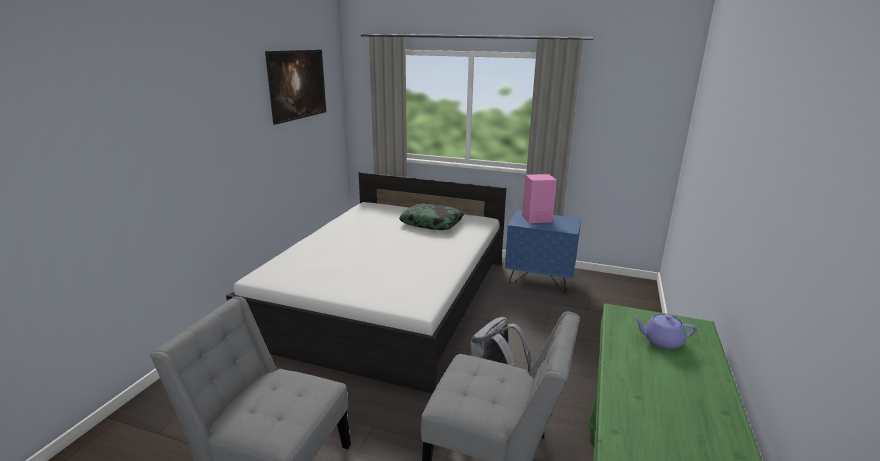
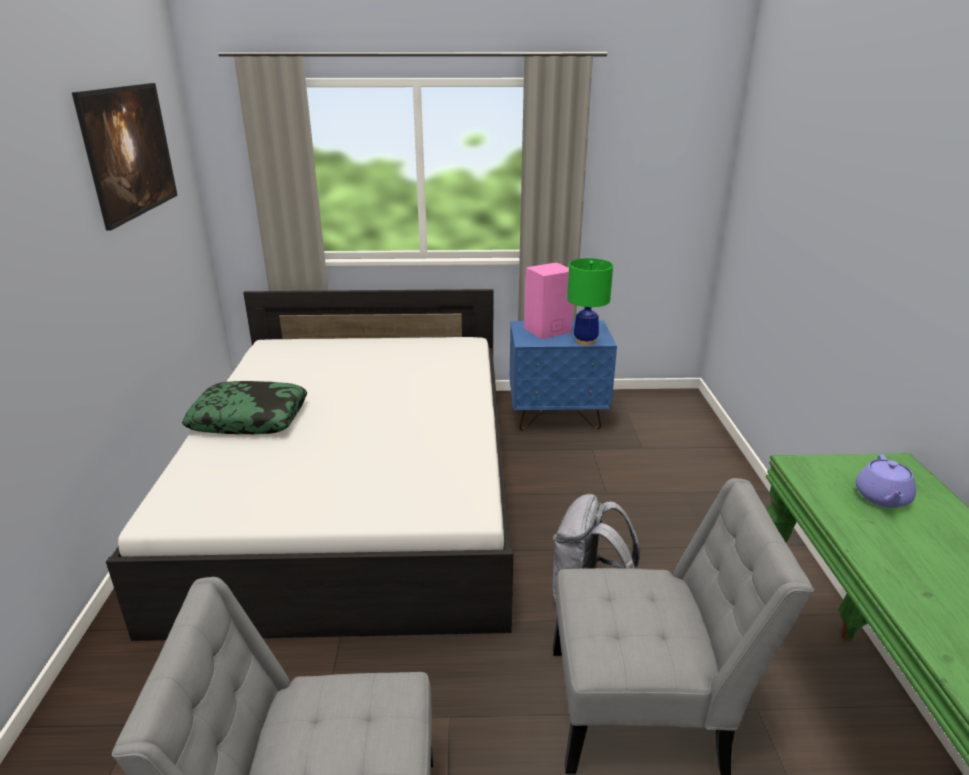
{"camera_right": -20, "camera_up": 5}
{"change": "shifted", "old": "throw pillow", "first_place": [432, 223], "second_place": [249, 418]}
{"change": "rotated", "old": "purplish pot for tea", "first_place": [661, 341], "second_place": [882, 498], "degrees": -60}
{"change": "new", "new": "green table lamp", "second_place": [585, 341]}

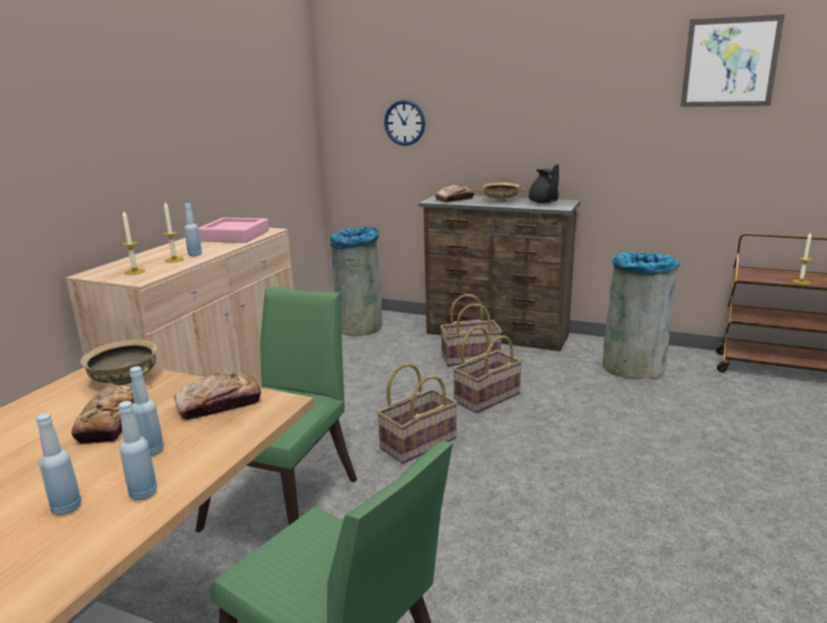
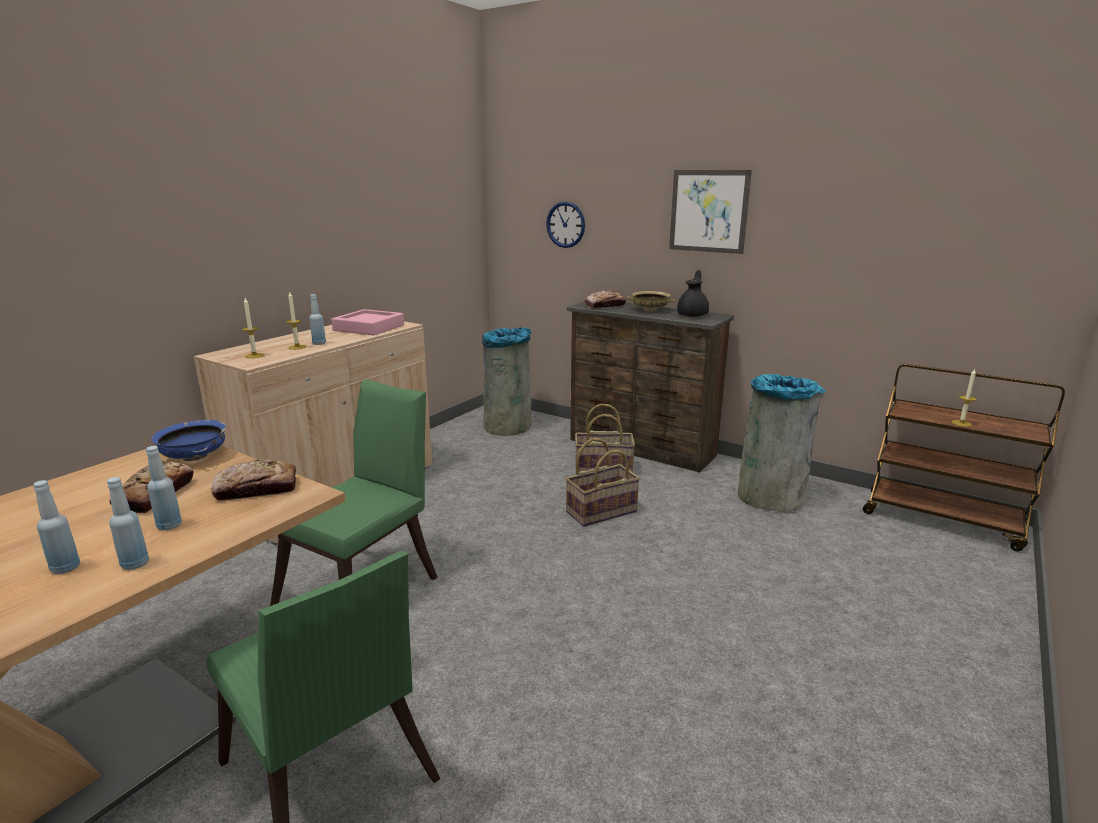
{"camera_right": 10, "camera_up": 0}
{"change": "repainted", "old": "beige-coloured bowl", "new": "bluish bowl", "first_place": [125, 380], "second_place": [195, 457]}
{"change": "gone", "old": "basket", "first_place": [418, 443]}
{"change": "rotated", "old": "blackish pot for tea", "first_place": [544, 202], "second_place": [693, 315], "degrees": -150}
{"change": "shifted", "old": "picture", "first_place": [730, 62], "second_place": [708, 211]}

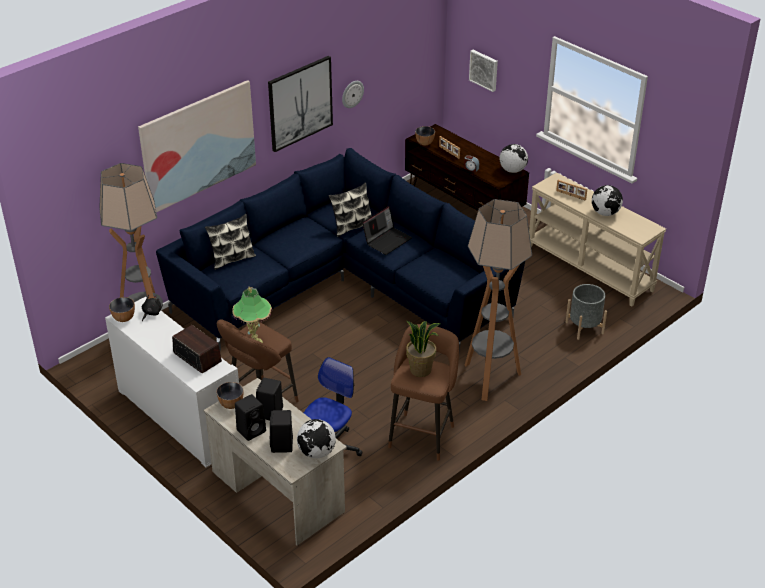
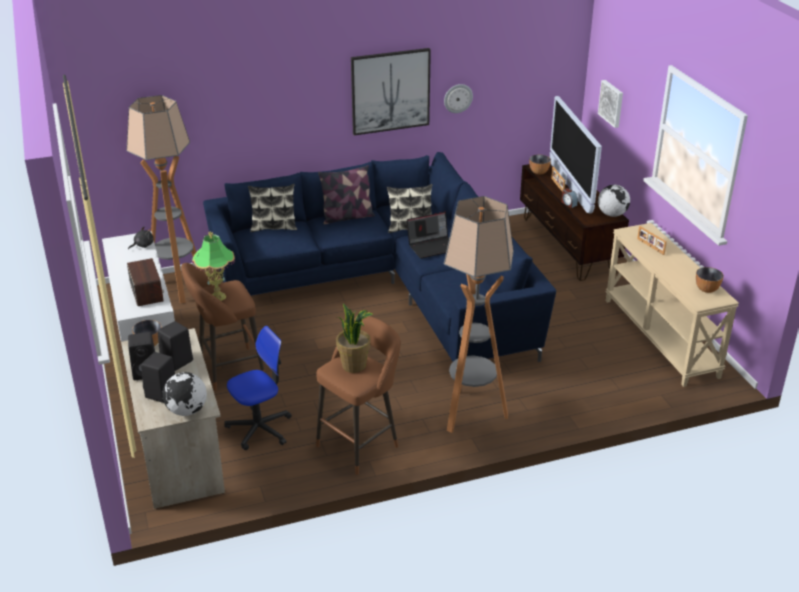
{"camera_right": 25, "camera_up": -5}
{"change": "shifted", "old": "bowl", "first_place": [124, 318], "second_place": [707, 289]}
{"change": "gone", "old": "picture", "first_place": [198, 145]}
{"change": "gone", "old": "greyish plant pot", "first_place": [584, 328]}
{"change": "gone", "old": "globe", "first_place": [605, 213]}
{"change": "new", "new": "throw pillow", "second_place": [347, 217]}
{"change": "new", "new": "TV", "second_place": [570, 188]}

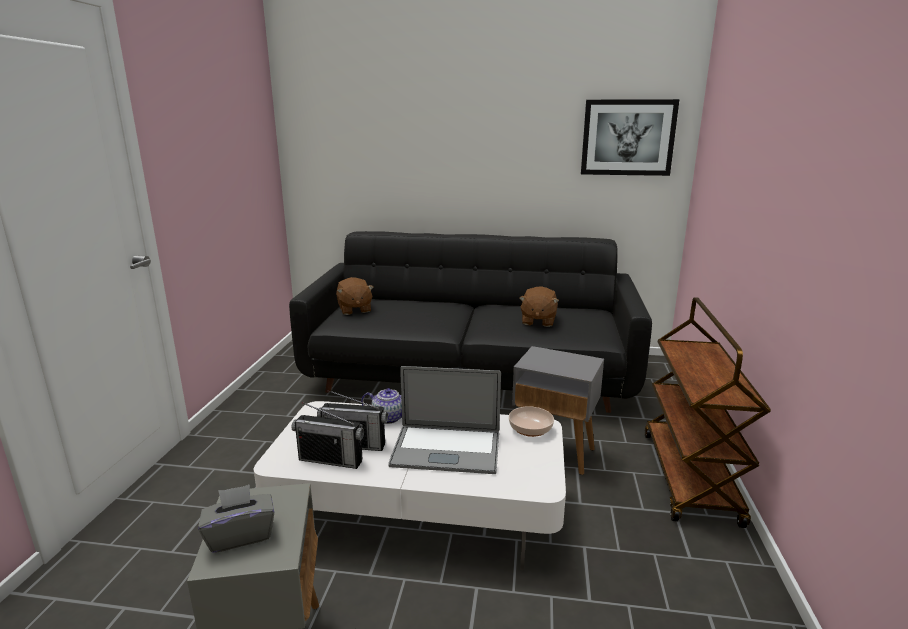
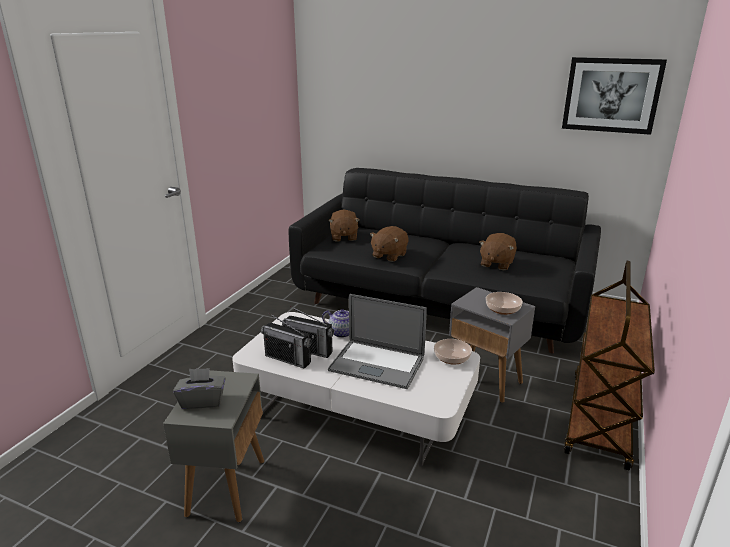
{"camera_right": 15, "camera_up": 5}
{"change": "new", "new": "brownish soft toy", "second_place": [389, 255]}
{"change": "new", "new": "bowl", "second_place": [502, 309]}

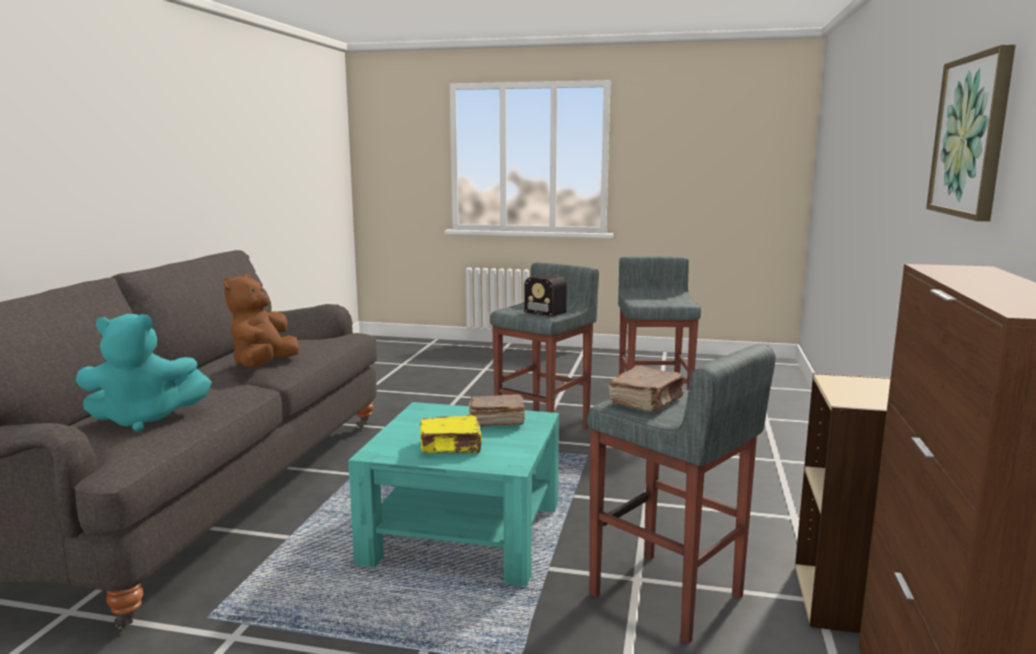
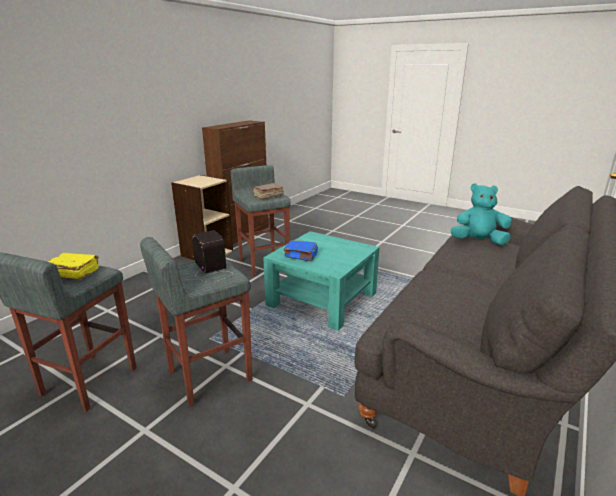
{"camera_right": -160, "camera_up": 10}
{"change": "gone", "old": "brownish soft toy", "first_place": [264, 365]}
{"change": "shifted", "old": "yellow-coloured volume", "first_place": [451, 447], "second_place": [73, 273]}
{"change": "repainted", "old": "brownish volume", "new": "bluish volume", "first_place": [495, 421], "second_place": [301, 256]}
{"change": "gone", "old": "picture", "first_place": [972, 136]}

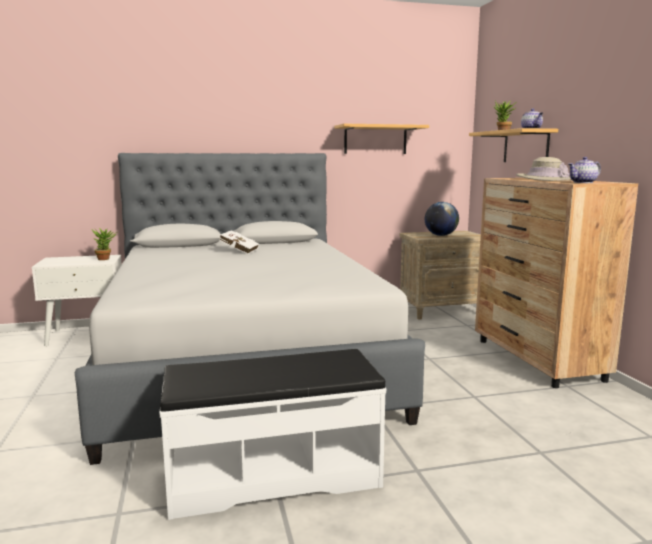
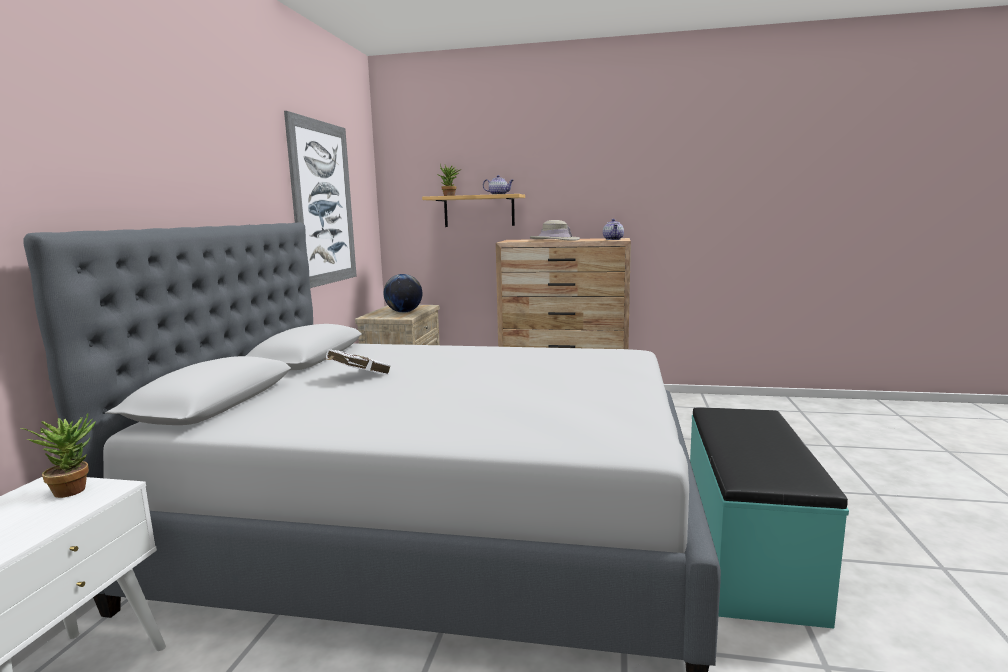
{"camera_right": -65, "camera_up": 0}
{"change": "repainted", "old": "white bench", "new": "turquoise-coloured bench", "first_place": [273, 475], "second_place": [745, 551]}
{"change": "swapped", "old": "shelf", "new": "picture", "first_place": [375, 140], "second_place": [323, 203]}

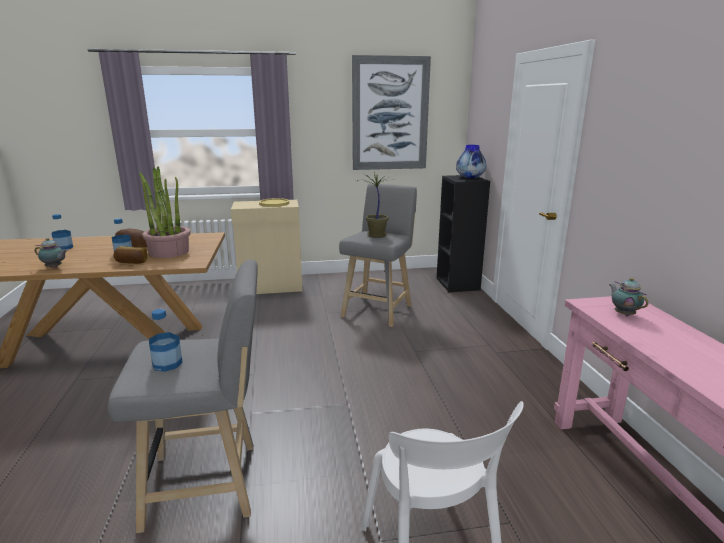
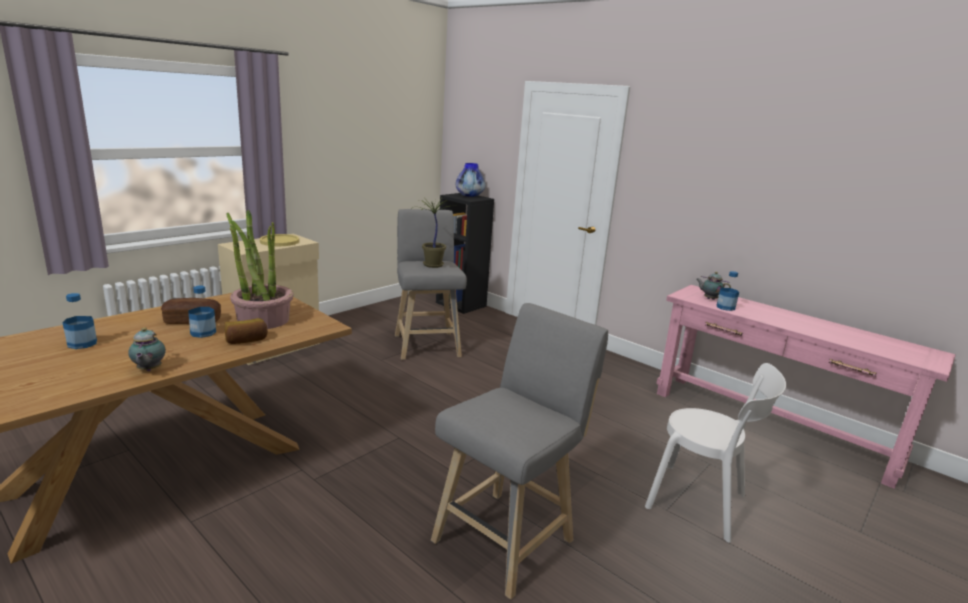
{"camera_right": -40, "camera_up": 0}
{"change": "rotated", "old": "pot for tea", "first_place": [55, 267], "second_place": [148, 370], "degrees": 105}
{"change": "shifted", "old": "beverage bottle", "first_place": [167, 364], "second_place": [725, 307]}
{"change": "gone", "old": "picture", "first_place": [390, 114]}

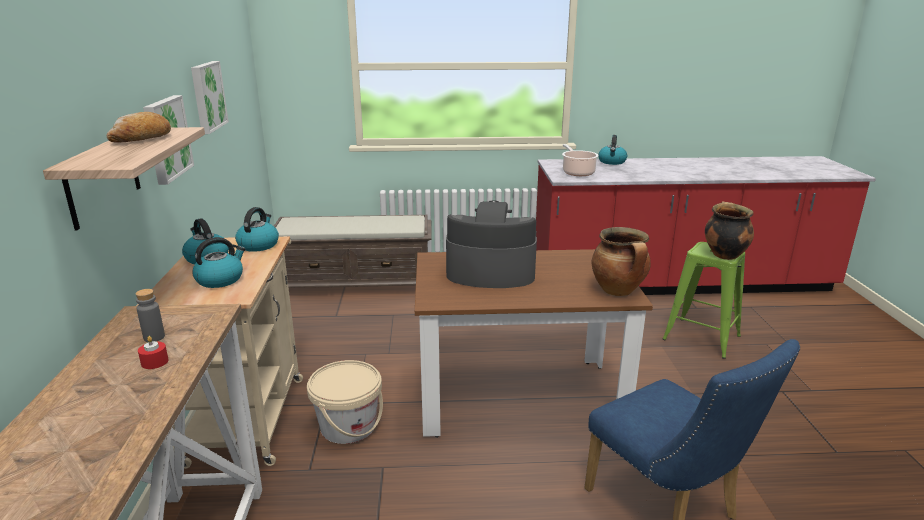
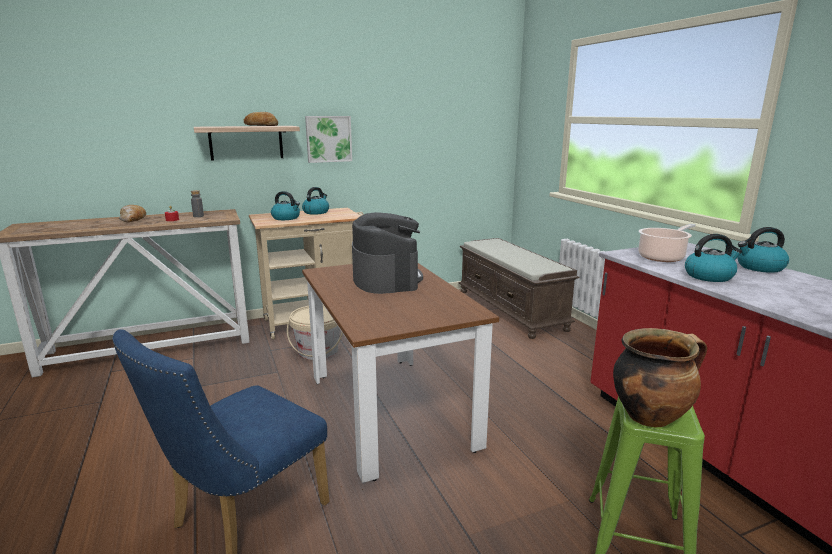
{"camera_right": 70, "camera_up": -5}
{"change": "gone", "old": "picture", "first_place": [207, 96]}
{"change": "shifted", "old": "water kettle", "first_place": [258, 245], "second_place": [709, 276]}
{"change": "gone", "old": "saucepot", "first_place": [619, 291]}
{"change": "new", "new": "bakery bread", "second_place": [133, 220]}

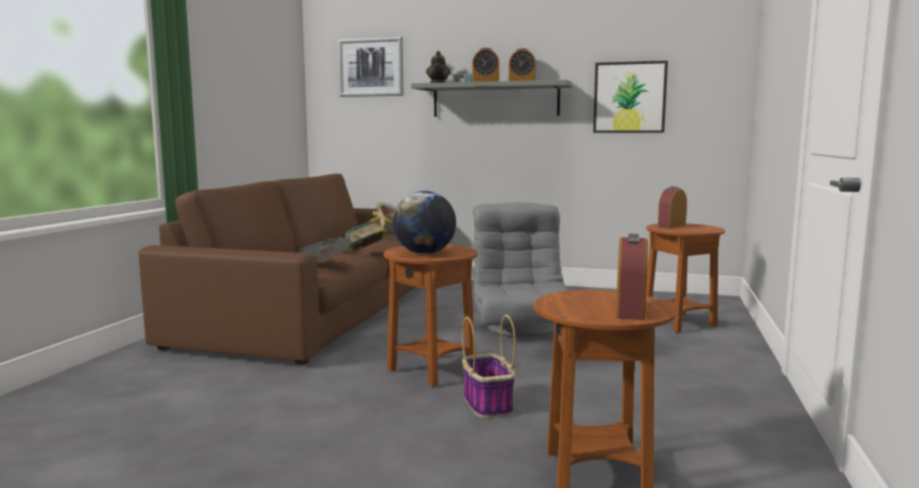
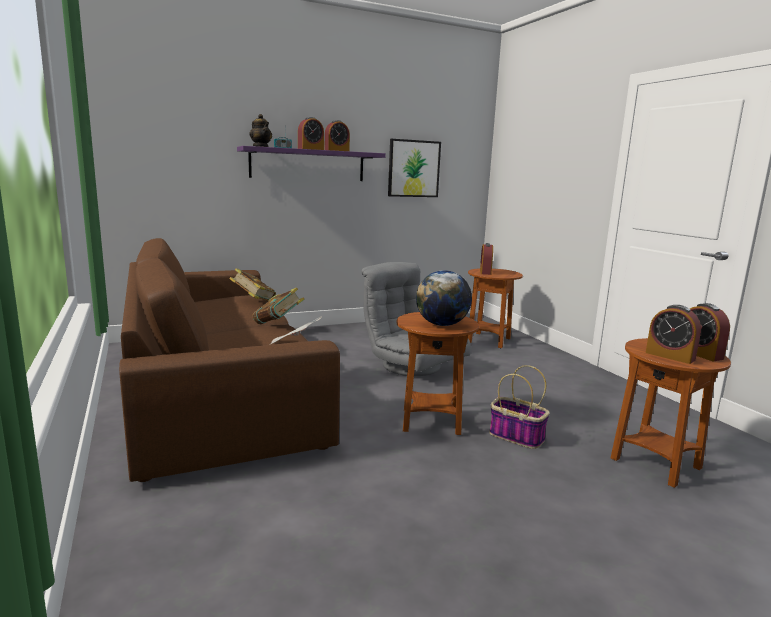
{"camera_right": -40, "camera_up": 5}
{"change": "gone", "old": "picture", "first_place": [371, 67]}
{"change": "repainted", "old": "greyish shelf", "new": "purplish shelf", "first_place": [495, 100], "second_place": [308, 165]}
{"change": "new", "new": "alarm clock", "second_place": [670, 356]}

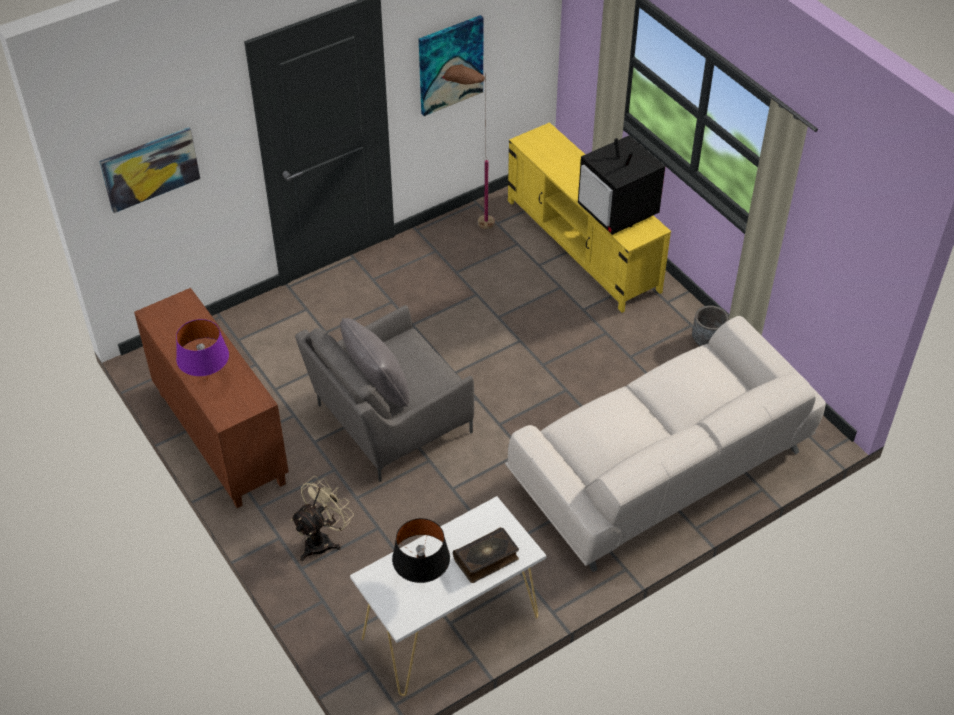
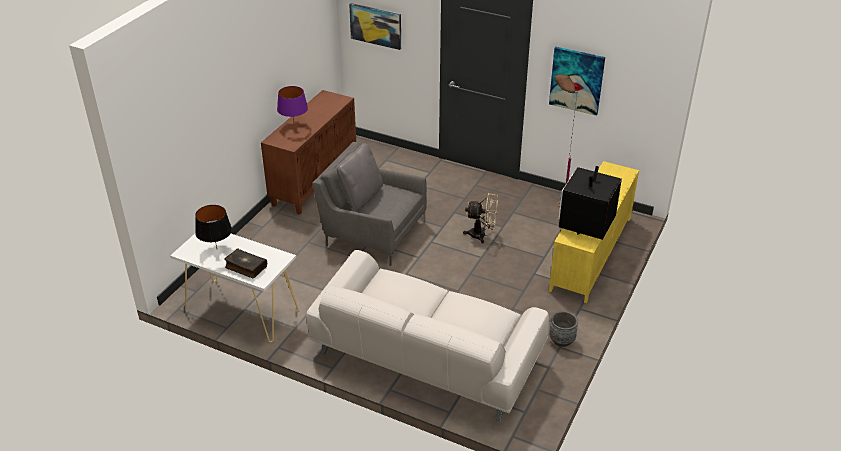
{"camera_right": 60, "camera_up": -10}
{"change": "shifted", "old": "beige-coloured cooling fan", "first_place": [323, 540], "second_place": [482, 235]}

